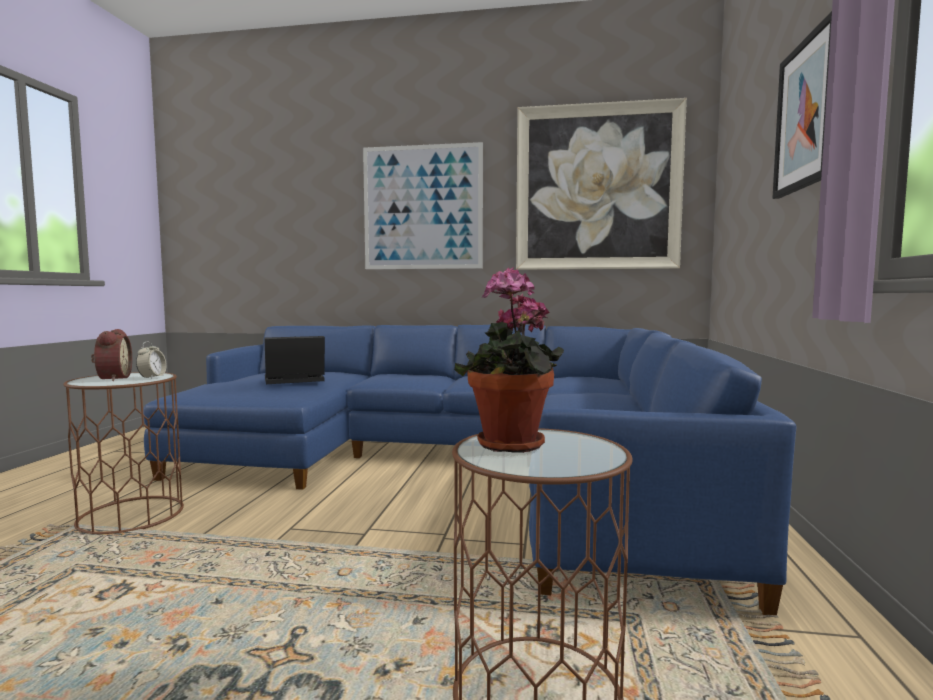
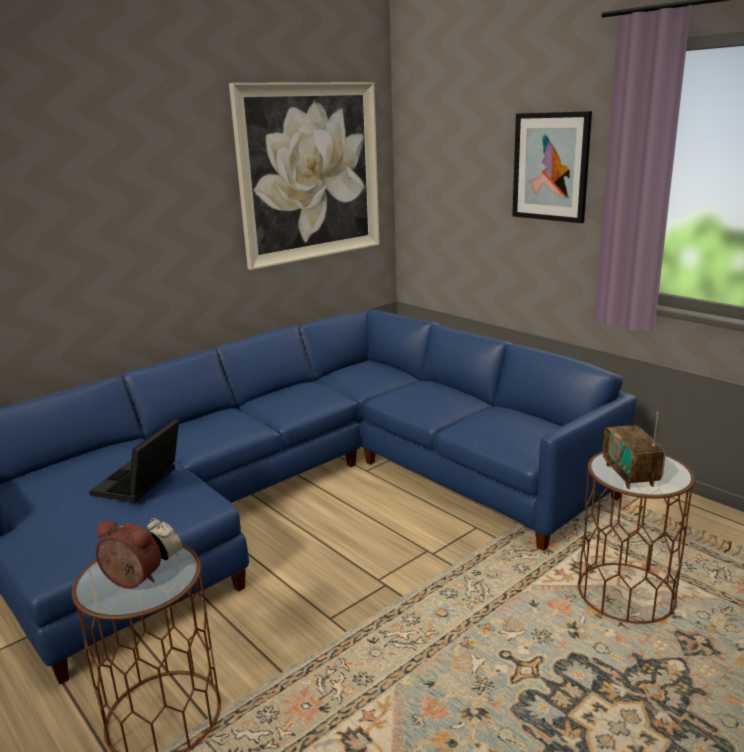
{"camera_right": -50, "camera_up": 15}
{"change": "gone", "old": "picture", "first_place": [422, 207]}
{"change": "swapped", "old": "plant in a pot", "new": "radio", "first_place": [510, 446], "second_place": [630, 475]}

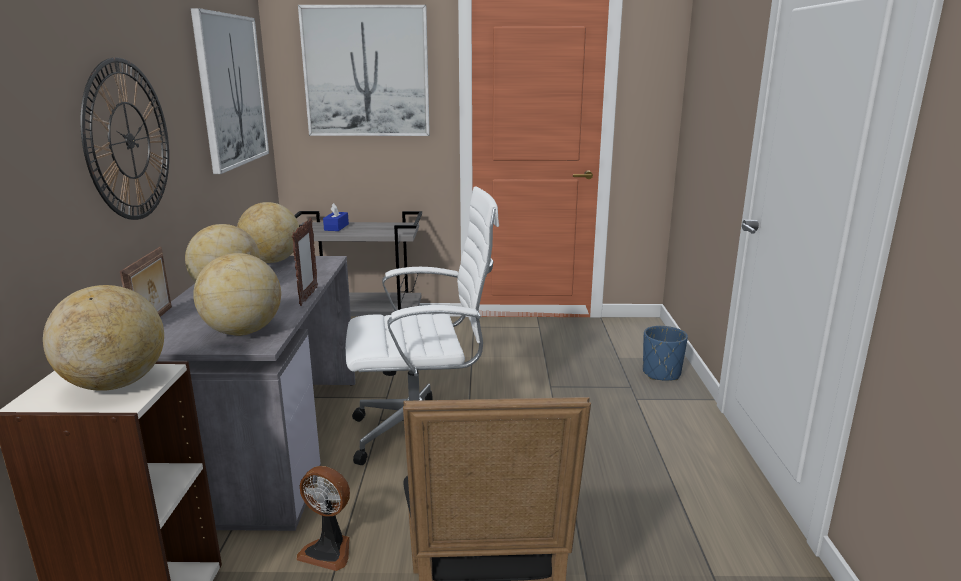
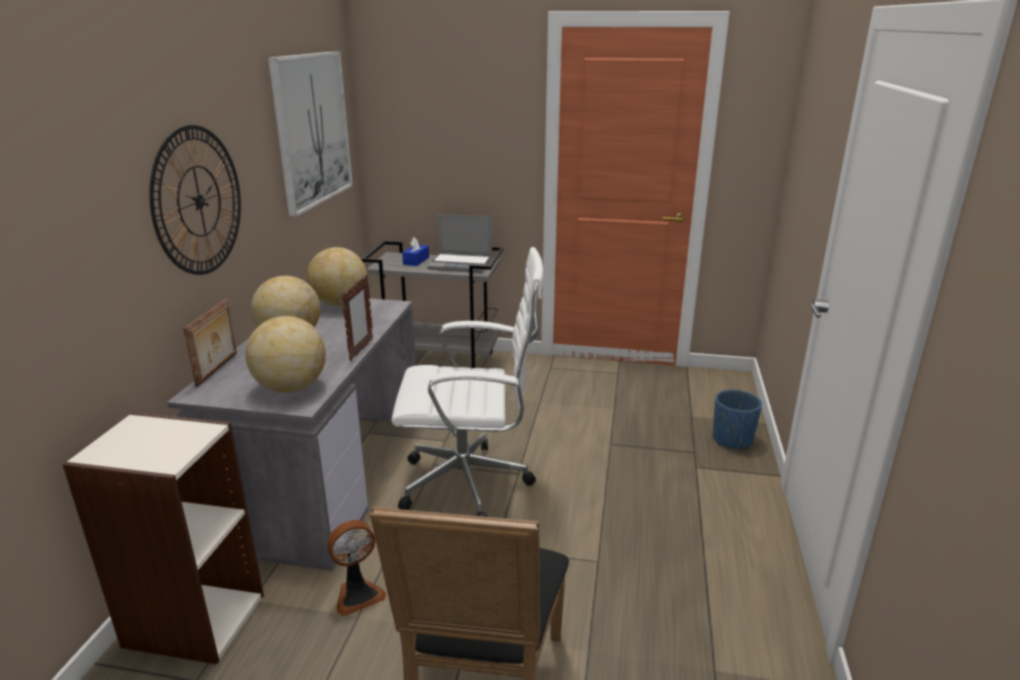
{"camera_right": 10, "camera_up": 5}
{"change": "gone", "old": "globe", "first_place": [116, 384]}
{"change": "rotated", "old": "cooling fan", "first_place": [329, 550], "second_place": [358, 594], "degrees": -60}
{"change": "gone", "old": "picture", "first_place": [366, 72]}
{"change": "new", "new": "notebook computer", "second_place": [461, 264]}

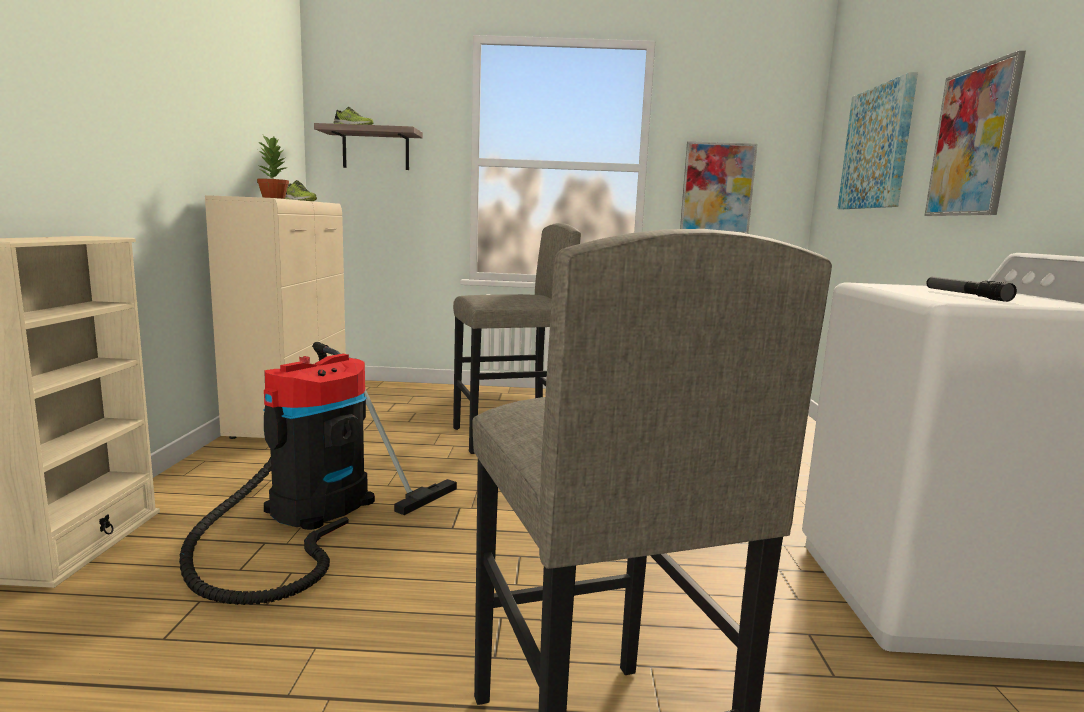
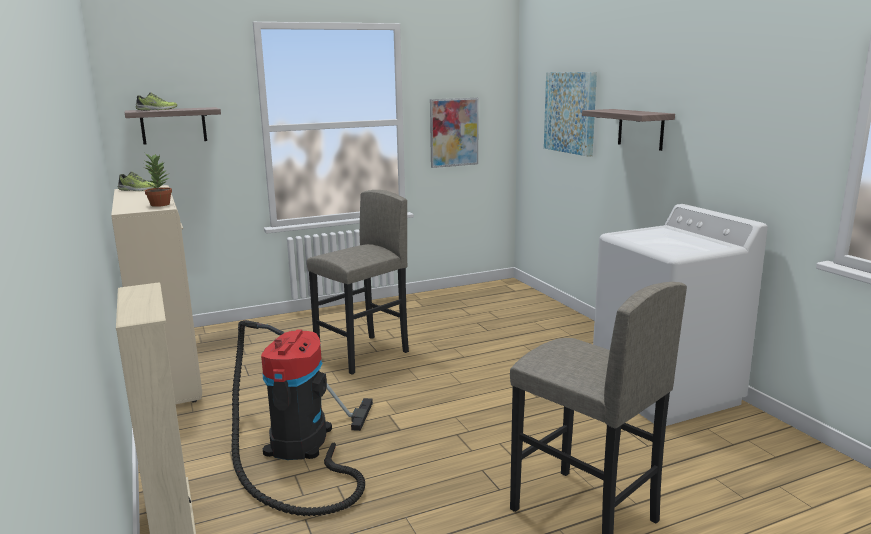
{"camera_right": -25, "camera_up": 5}
{"change": "swapped", "old": "picture", "new": "shelf", "first_place": [972, 142], "second_place": [640, 129]}
{"change": "gone", "old": "torch", "first_place": [965, 295]}

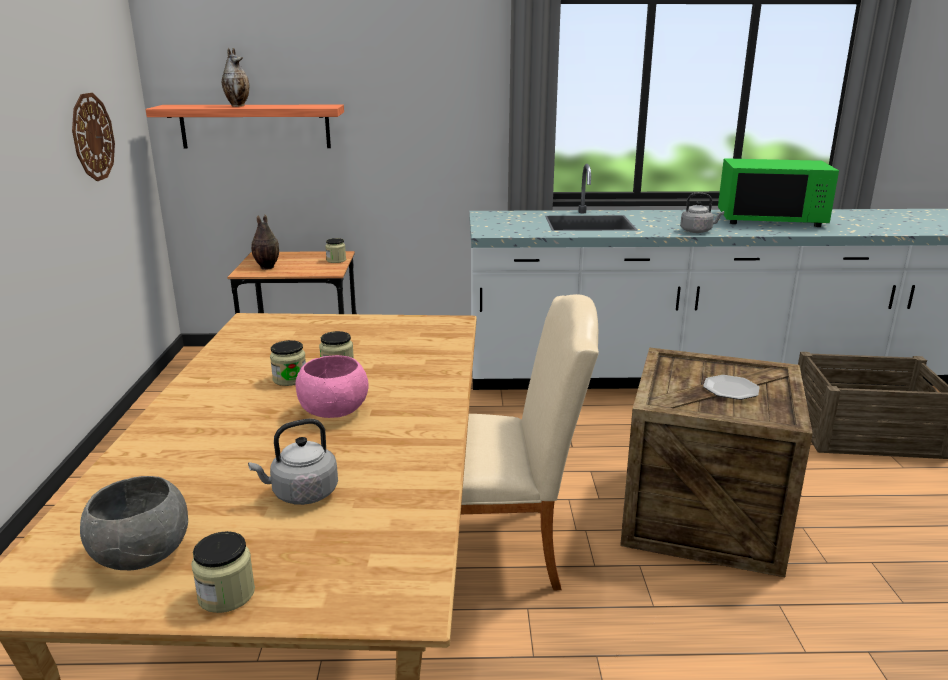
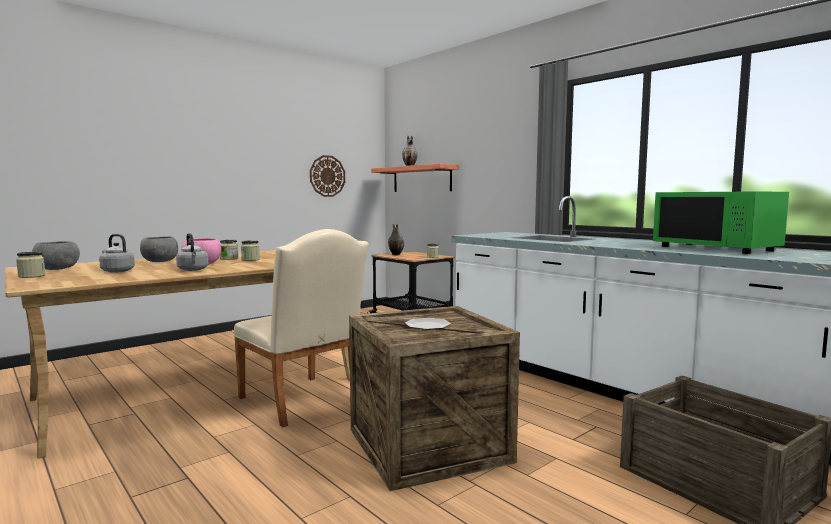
{"camera_right": 50, "camera_up": -15}
{"change": "shifted", "old": "greyish water kettle", "first_place": [697, 231], "second_place": [193, 270]}
{"change": "new", "new": "greyish bowl", "second_place": [160, 261]}

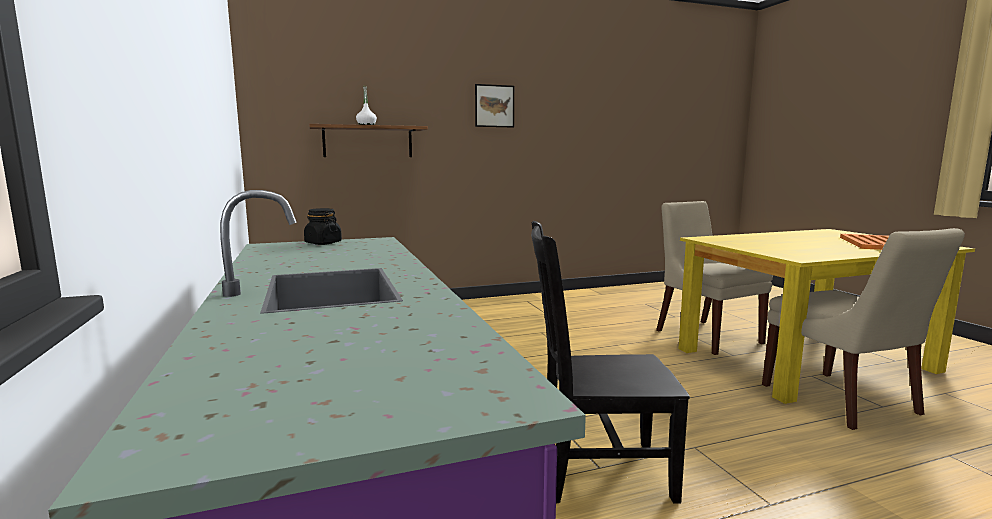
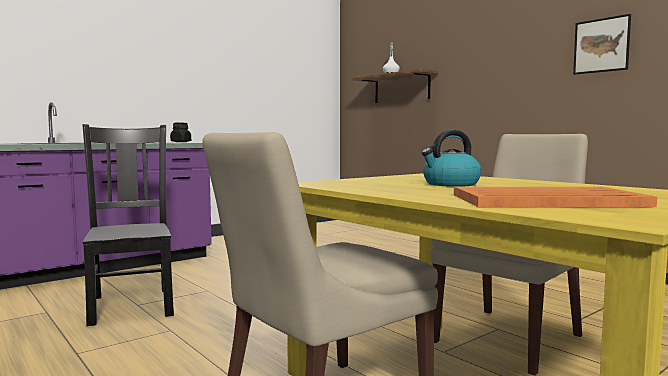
{"camera_right": 70, "camera_up": -5}
{"change": "shifted", "old": "picture", "first_place": [494, 106], "second_place": [601, 45]}
{"change": "new", "new": "water kettle", "second_place": [450, 184]}

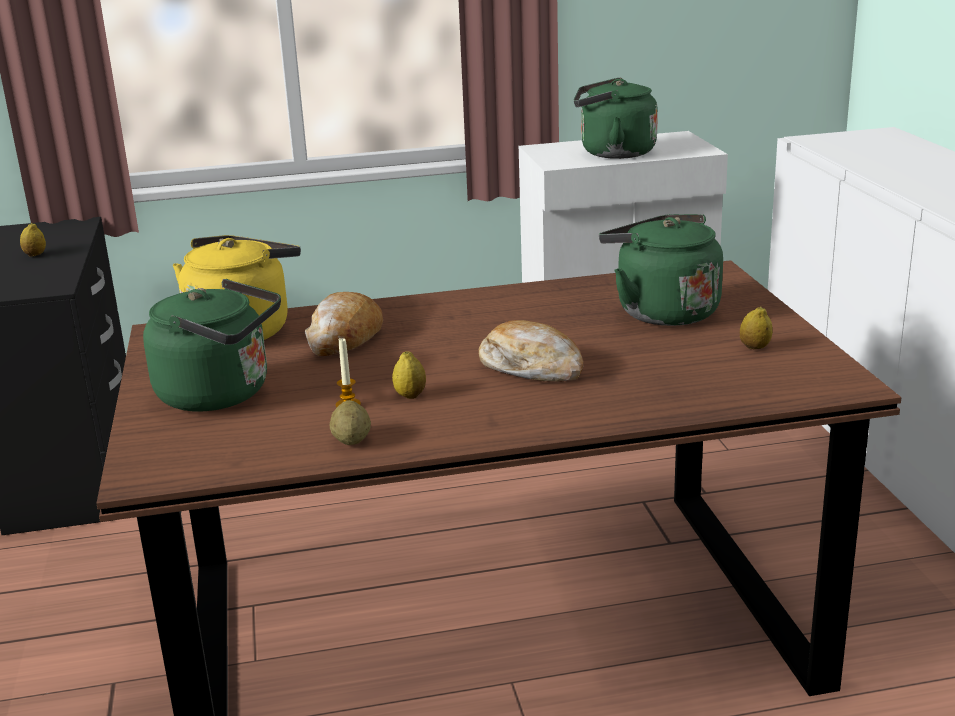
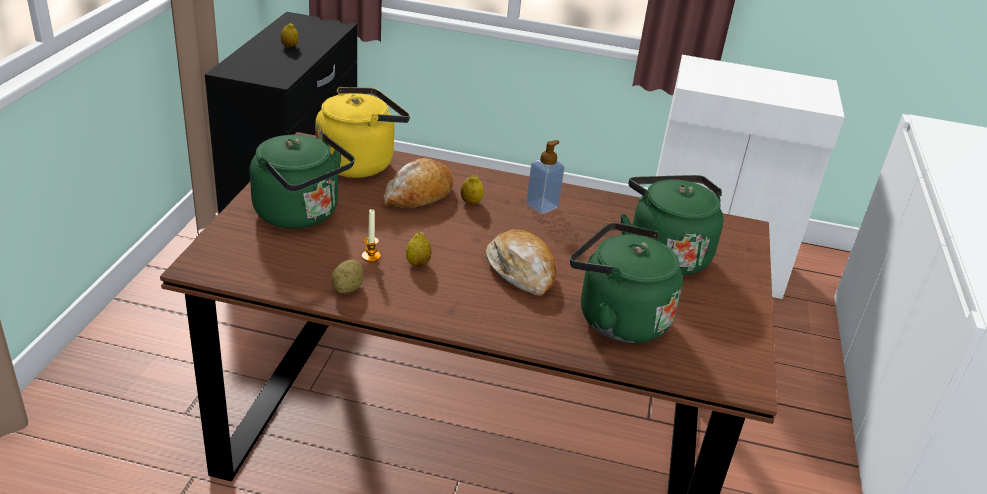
{"camera_right": 20, "camera_up": 10}
{"change": "shifted", "old": "green water kettle", "first_place": [612, 153], "second_place": [617, 318]}
{"change": "shifted", "old": "whole lemon", "first_place": [754, 347], "second_place": [471, 202]}
{"change": "new", "new": "liquid soap bottle", "second_place": [542, 206]}

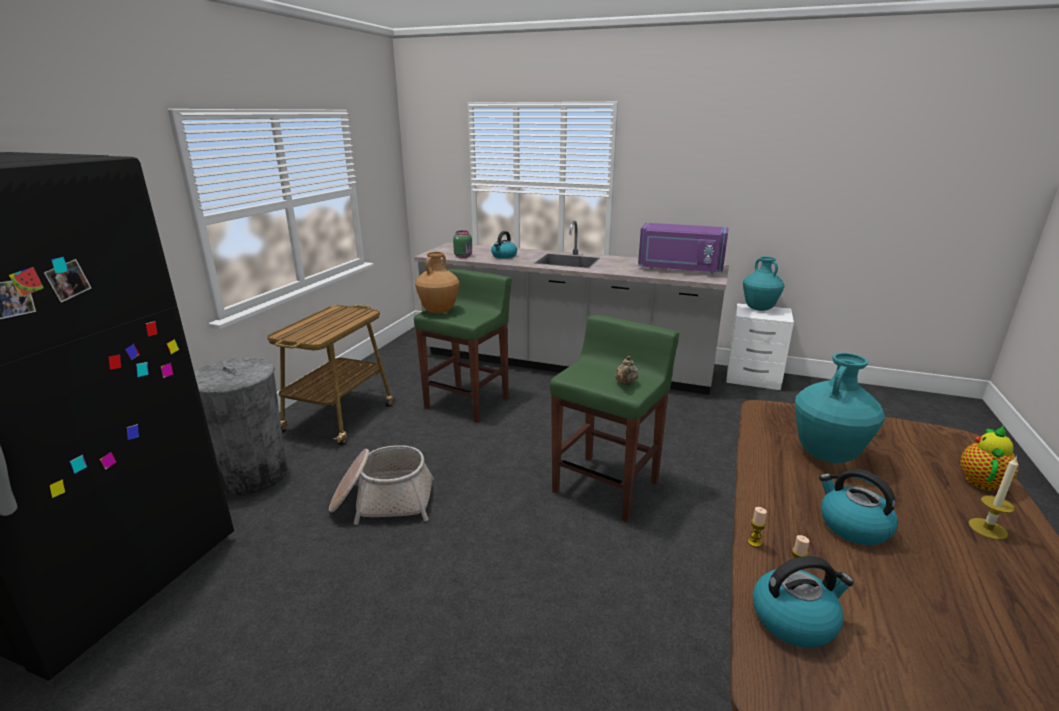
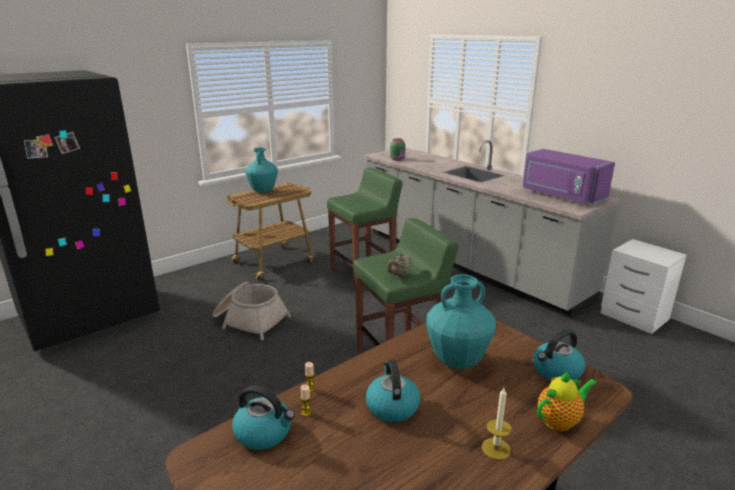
{"camera_right": 30, "camera_up": 0}
{"change": "gone", "old": "greyish trash can", "first_place": [254, 476]}
{"change": "gone", "old": "brownish flower vase", "first_place": [439, 311]}
{"change": "shifted", "old": "water kettle", "first_place": [504, 256], "second_place": [556, 371]}
{"change": "shifted", "old": "turquoise-coloured flower vase", "first_place": [758, 309], "second_place": [263, 191]}

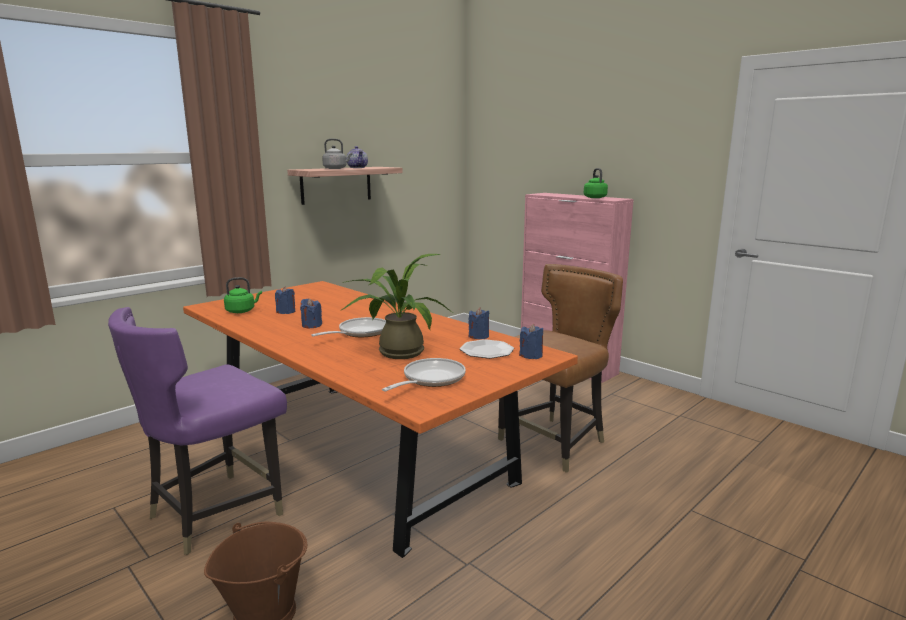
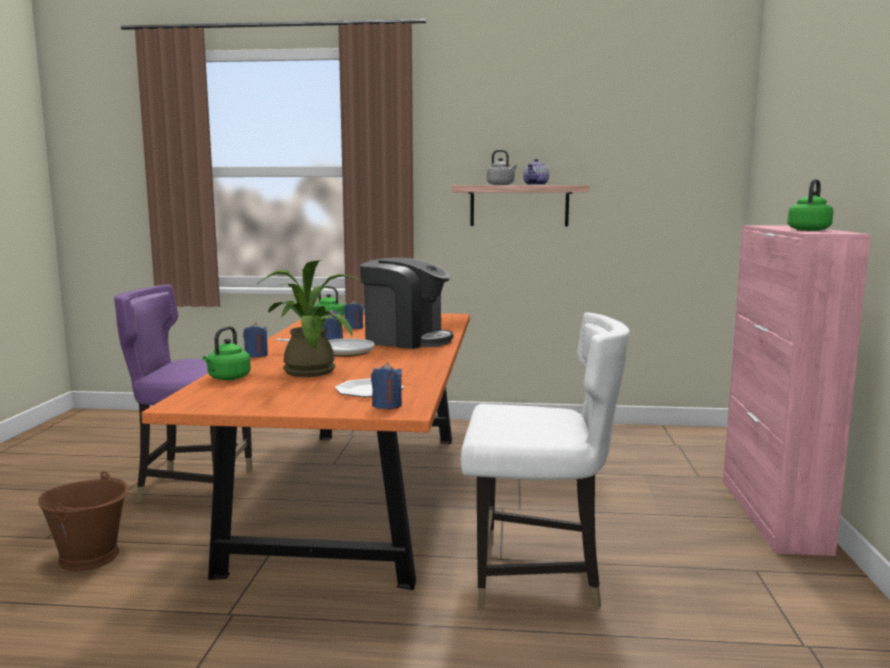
{"camera_right": 50, "camera_up": -5}
{"change": "gone", "old": "pan", "first_place": [430, 379]}
{"change": "shifted", "old": "bluish wax light", "first_place": [478, 336], "second_place": [256, 355]}
{"change": "repainted", "old": "brownish upright chair", "new": "white upright chair", "first_place": [554, 443], "second_place": [537, 577]}
{"change": "new", "new": "green water kettle", "second_place": [227, 378]}
{"change": "new", "new": "coffee maker", "second_place": [406, 340]}

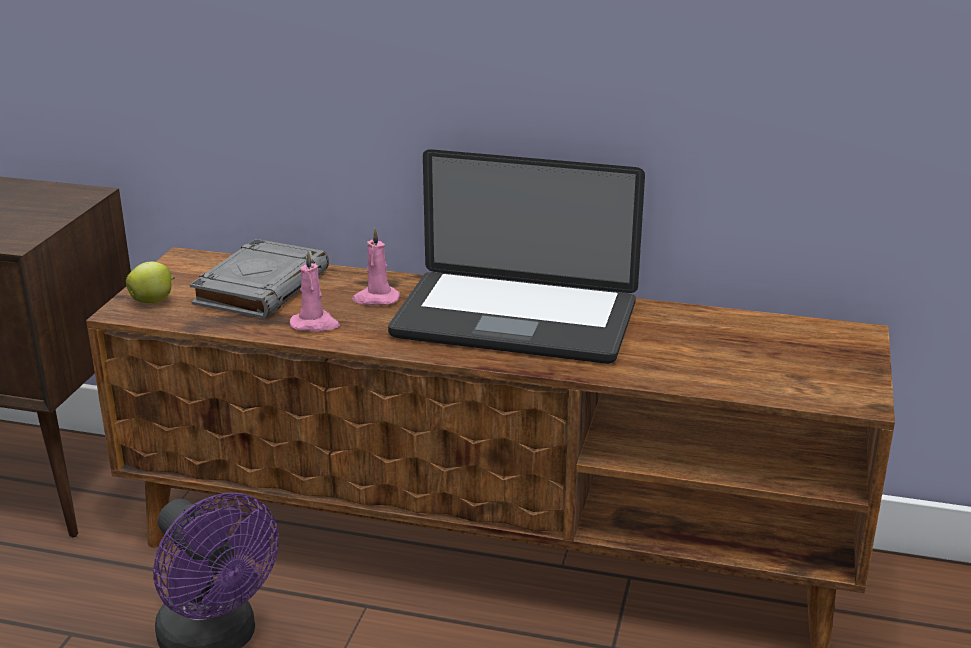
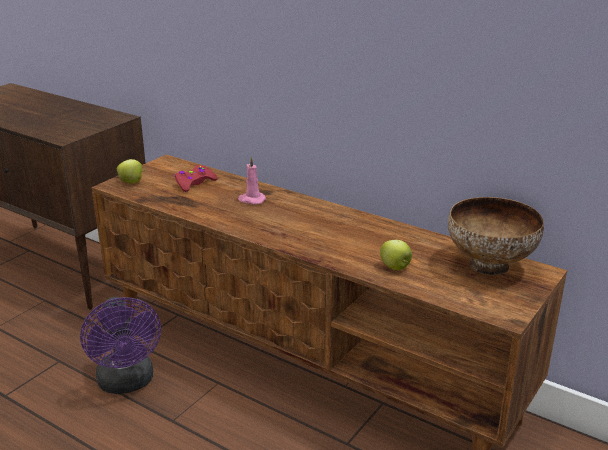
{"camera_right": 20, "camera_up": 0}
{"change": "swapped", "old": "greyish volume", "new": "red gamepad", "first_place": [262, 287], "second_place": [194, 183]}
{"change": "gone", "old": "pinkish wax light", "first_place": [315, 324]}
{"change": "gone", "old": "notebook computer", "first_place": [515, 320]}
{"change": "new", "new": "apple", "second_place": [395, 268]}
{"change": "new", "new": "bowl", "second_place": [489, 266]}

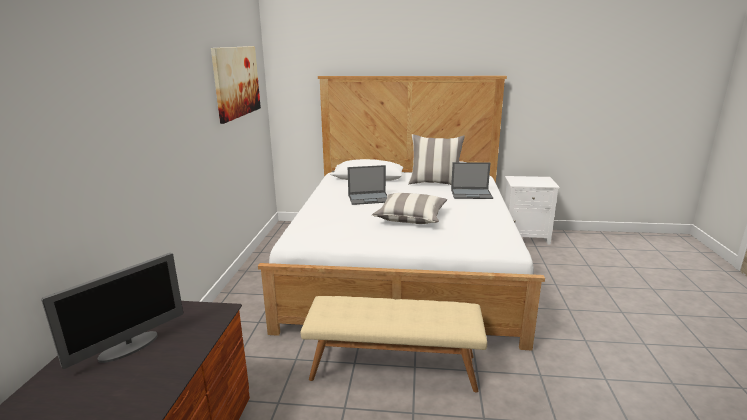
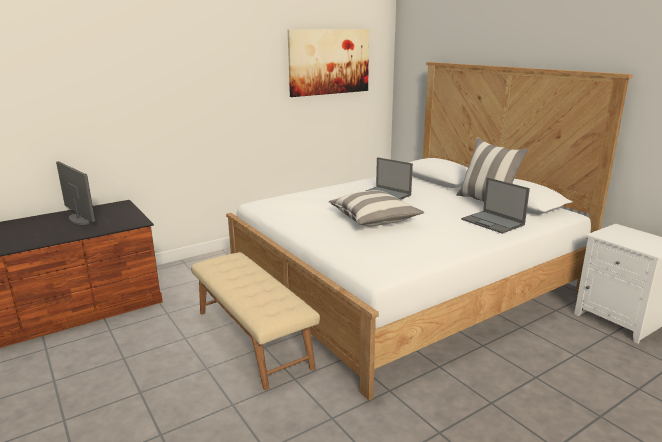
{"camera_right": 50, "camera_up": 0}
{"change": "rotated", "old": "computer screen", "first_place": [129, 347], "second_place": [79, 219], "degrees": -135}

